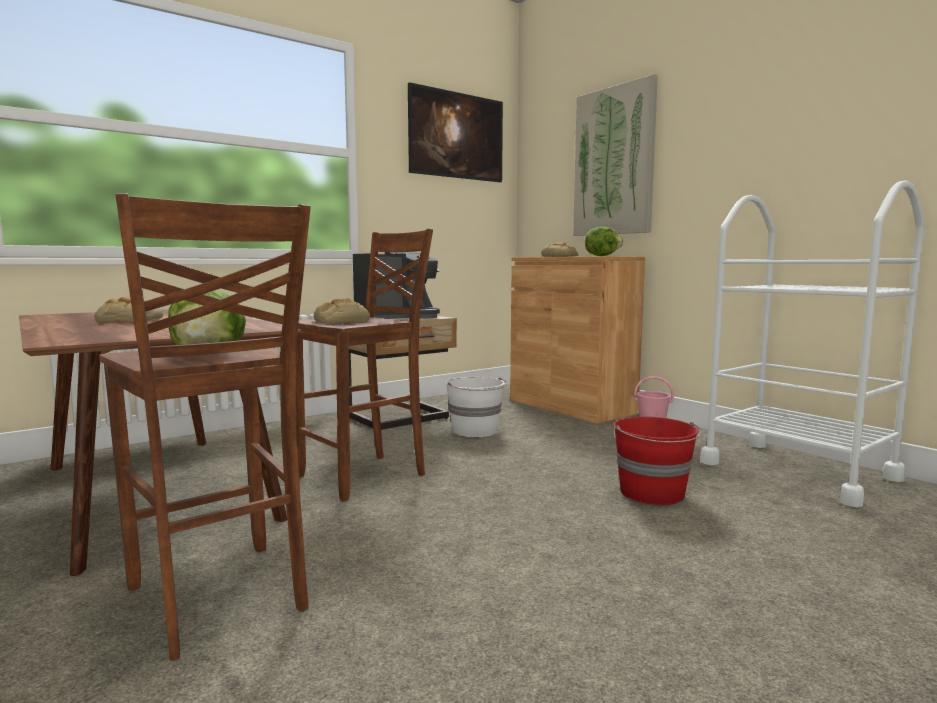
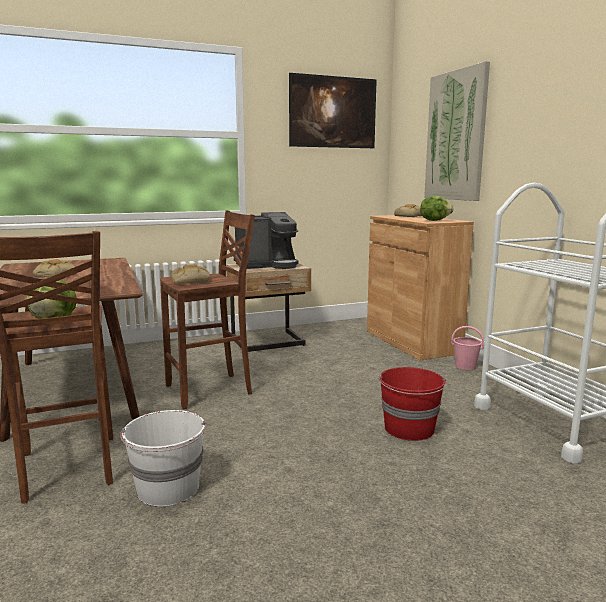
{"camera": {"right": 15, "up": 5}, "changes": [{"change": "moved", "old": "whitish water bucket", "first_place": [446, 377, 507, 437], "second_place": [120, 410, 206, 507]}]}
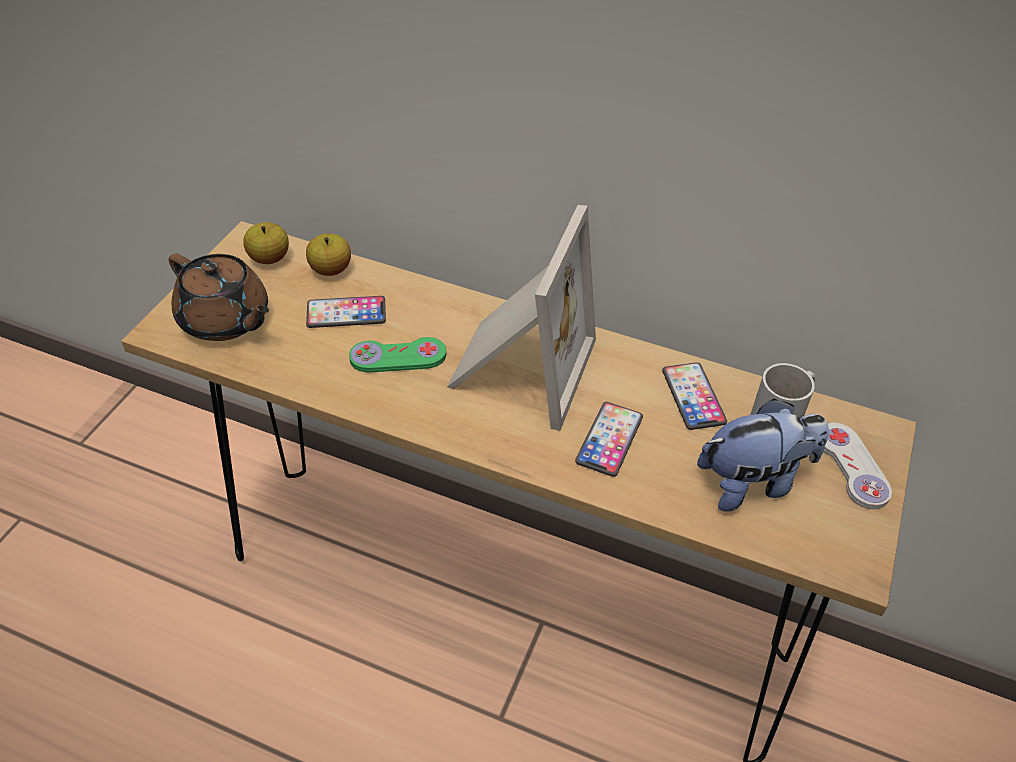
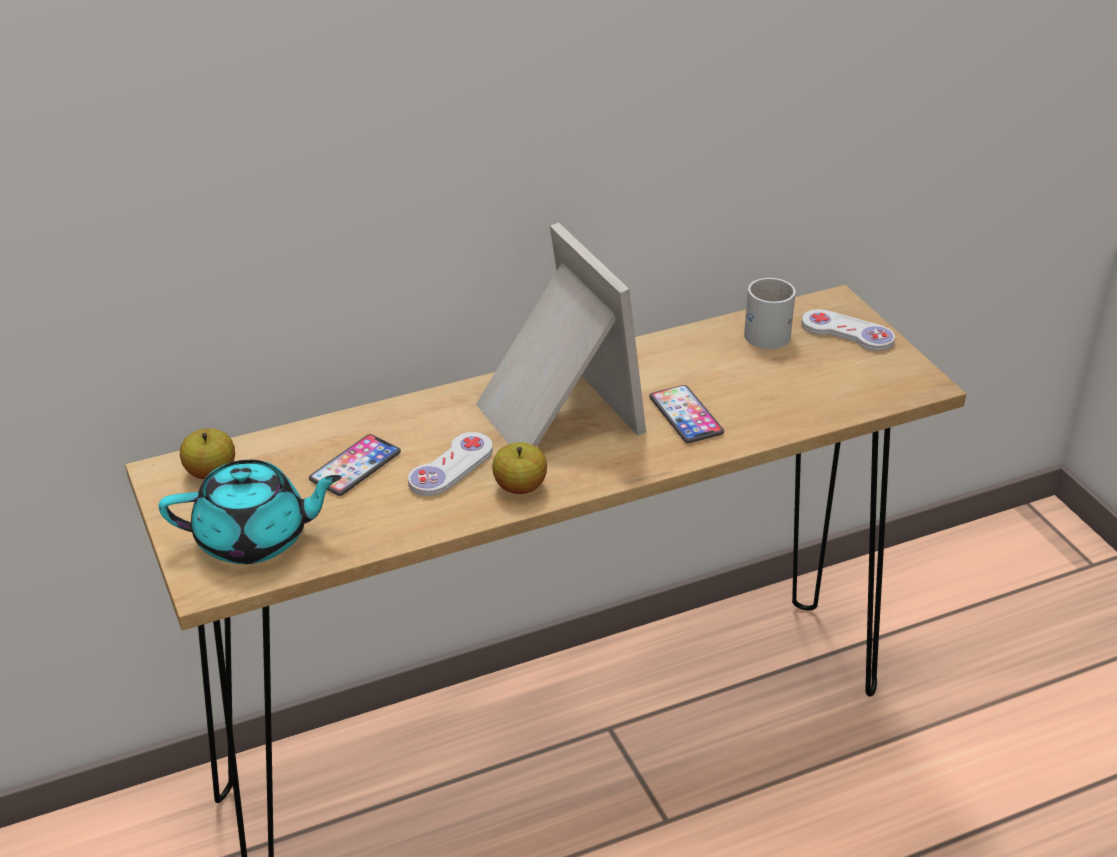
{"camera": {"right": -45, "up": -10}, "changes": [{"change": "recoloured", "old": "brownish teapot", "new": "turquoise teapot", "first_place": [168, 254, 269, 341], "second_place": [158, 460, 342, 564]}, {"change": "recoloured", "old": "green game controller", "new": "whitish game controller", "first_place": [349, 337, 446, 373], "second_place": [408, 432, 493, 496]}, {"change": "moved", "old": "apple fruit", "first_place": [306, 233, 351, 276], "second_place": [492, 442, 547, 494]}, {"change": "removed", "old": "handset", "first_place": [662, 362, 727, 430]}, {"change": "removed", "old": "plush toy", "first_place": [697, 398, 829, 512]}]}
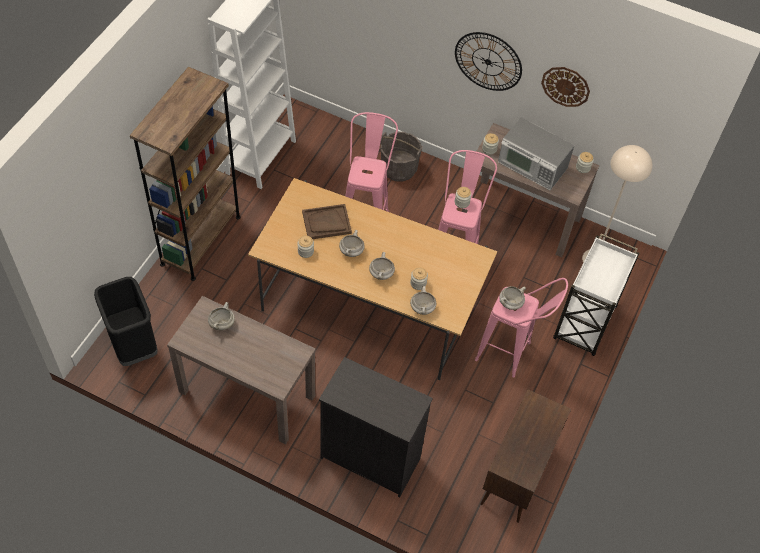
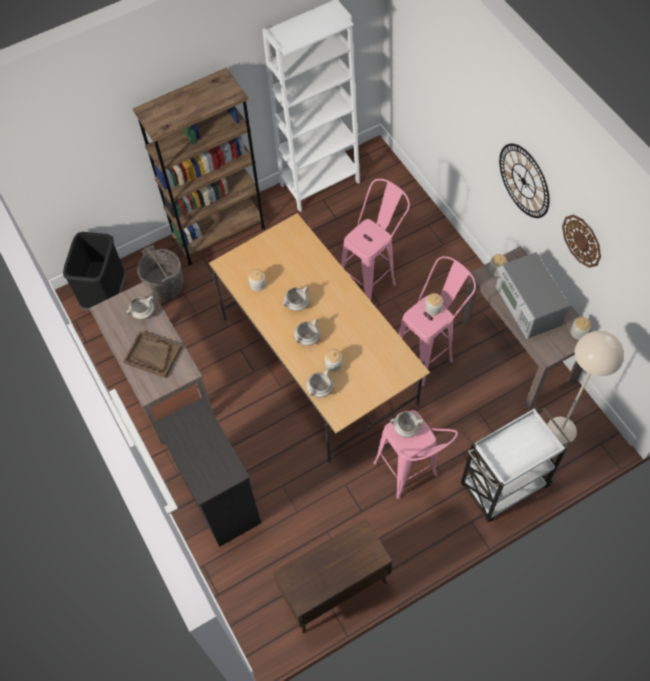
{"camera": {"right": 40, "up": 5}, "changes": [{"change": "moved", "old": "brownish serving tray", "first_place": [302, 204, 352, 239], "second_place": [123, 331, 182, 378]}, {"change": "moved", "old": "gray water bucket", "first_place": [380, 132, 423, 182], "second_place": [137, 245, 184, 301]}]}
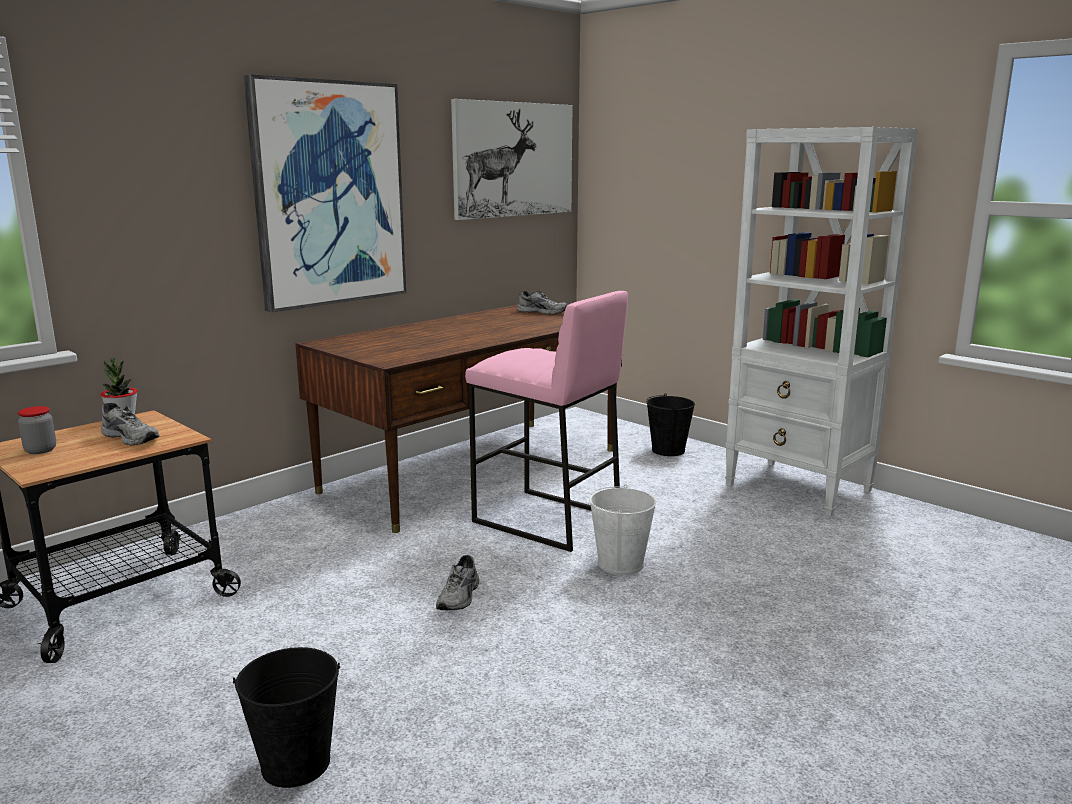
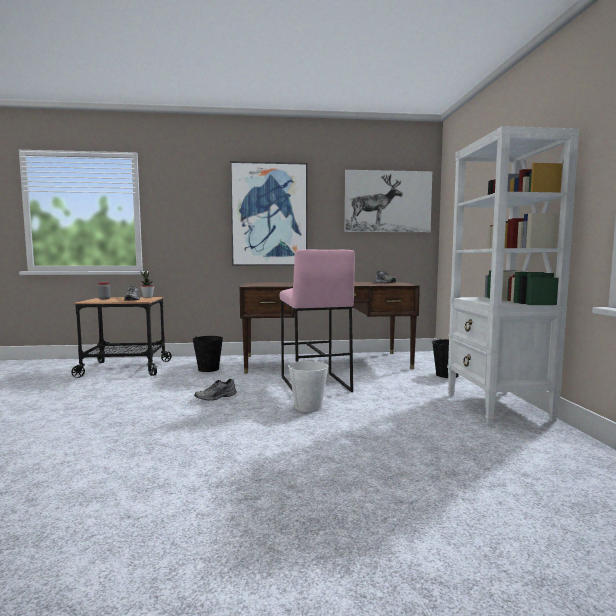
{"camera": {"right": 40, "up": -10}, "changes": [{"change": "moved", "old": "black-coloured water bucket", "first_place": [233, 647, 340, 788], "second_place": [192, 336, 223, 372]}]}
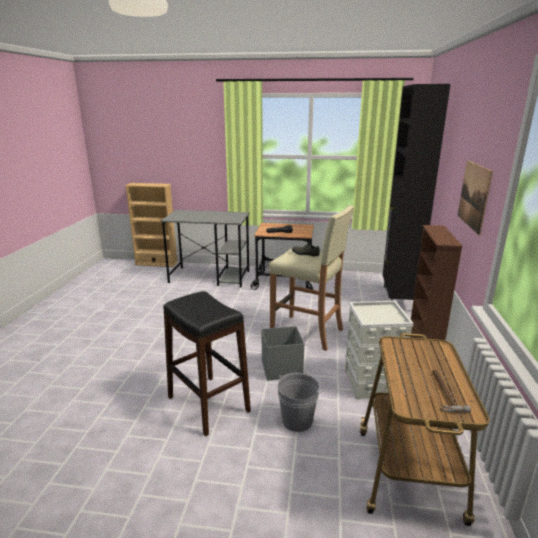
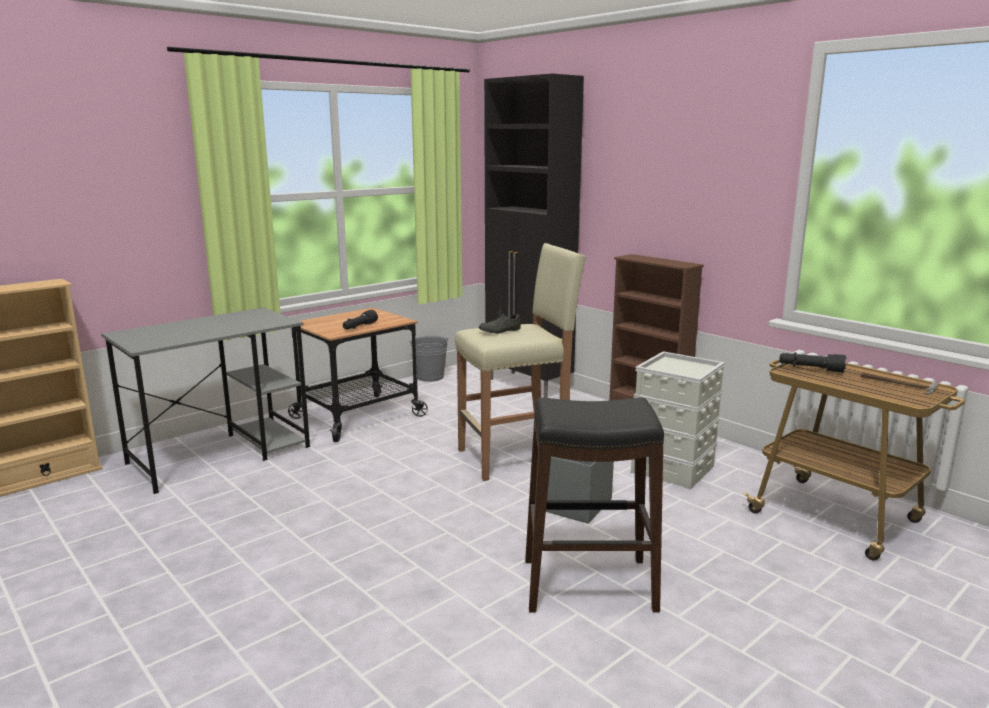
{"camera": {"right": -50, "up": -5}, "changes": [{"change": "moved", "old": "gray water bucket", "first_place": [278, 373, 321, 432], "second_place": [408, 336, 448, 382]}, {"change": "added", "new": "black-coloured flashlight", "second_place": [779, 352, 846, 373]}, {"change": "removed", "old": "wall picture", "first_place": [458, 160, 493, 235]}]}
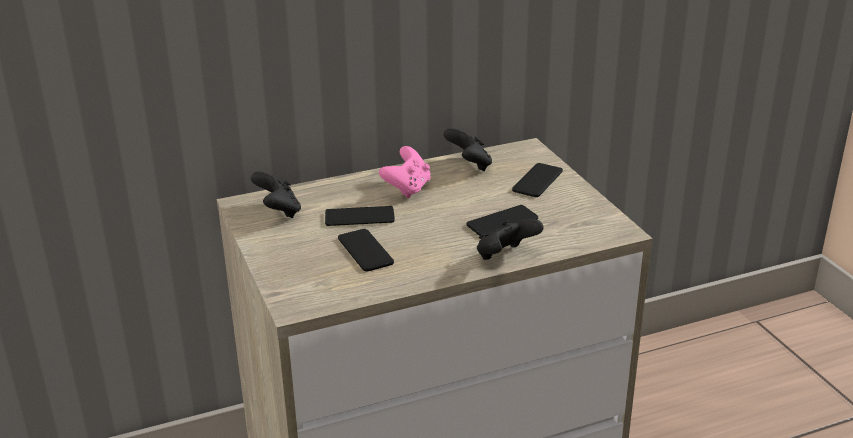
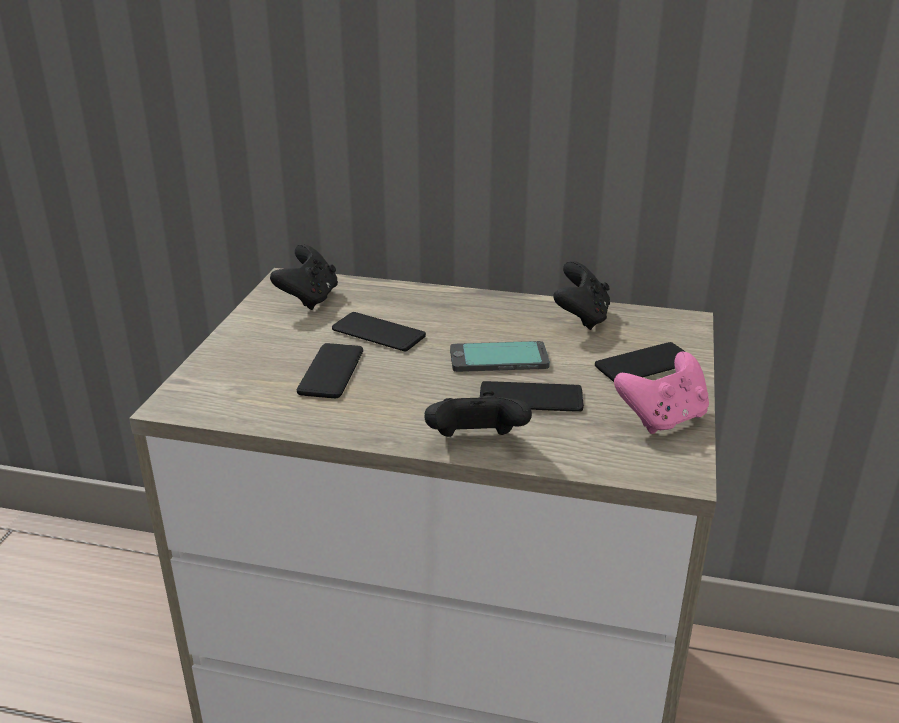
{"camera": {"right": 35, "up": 0}, "changes": [{"change": "added", "new": "handset", "second_place": [450, 341, 550, 372]}, {"change": "moved", "old": "pink game controller", "first_place": [379, 146, 431, 198], "second_place": [614, 352, 709, 434]}]}
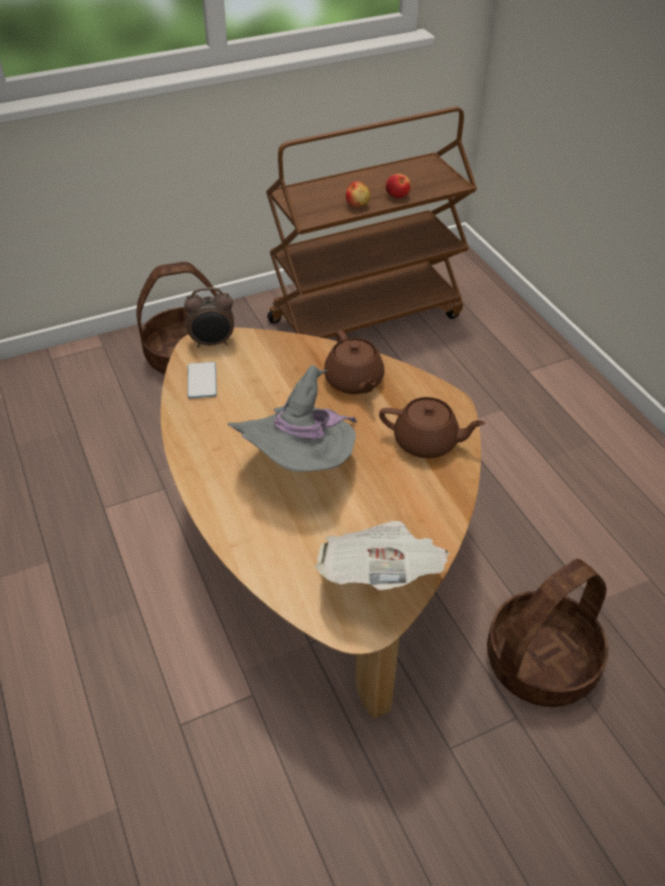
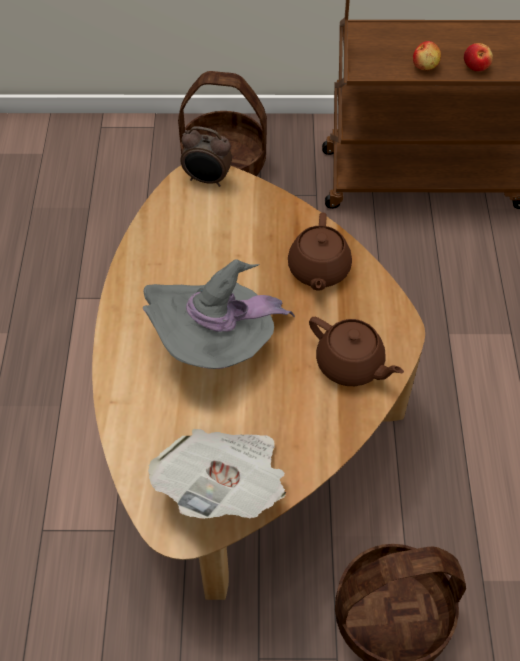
{"camera": {"right": 25, "up": 10}, "changes": [{"change": "removed", "old": "handset", "first_place": [187, 362, 217, 398]}]}
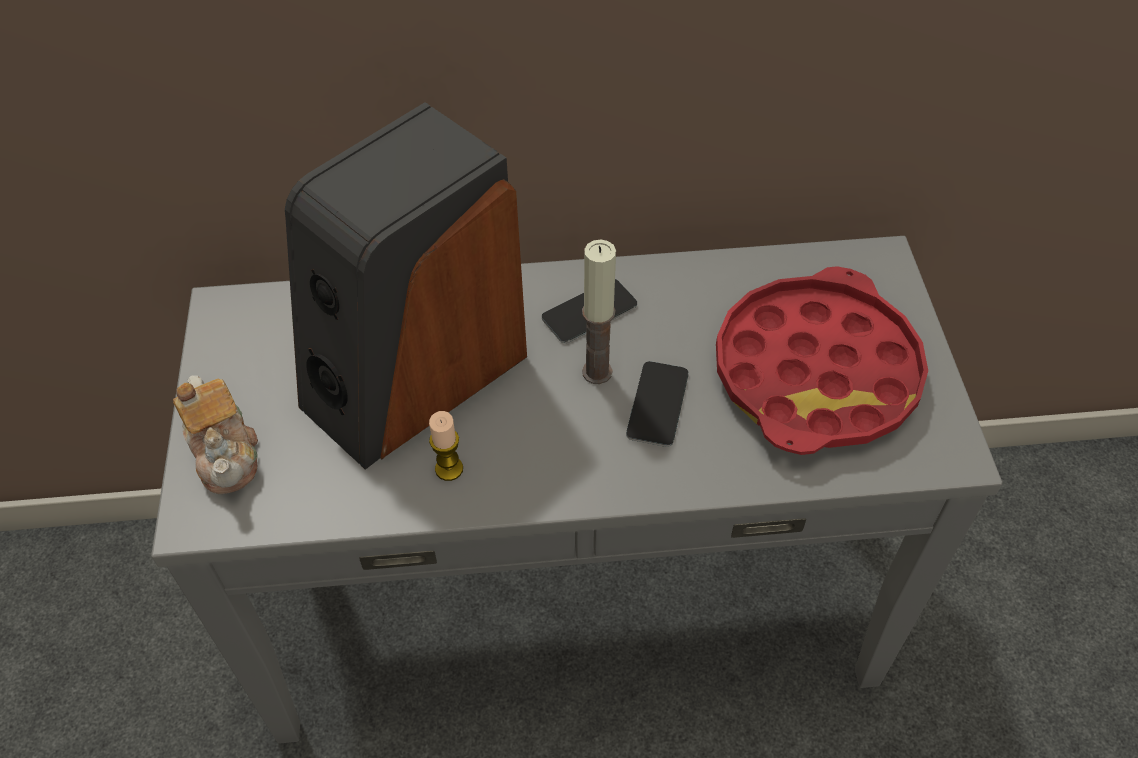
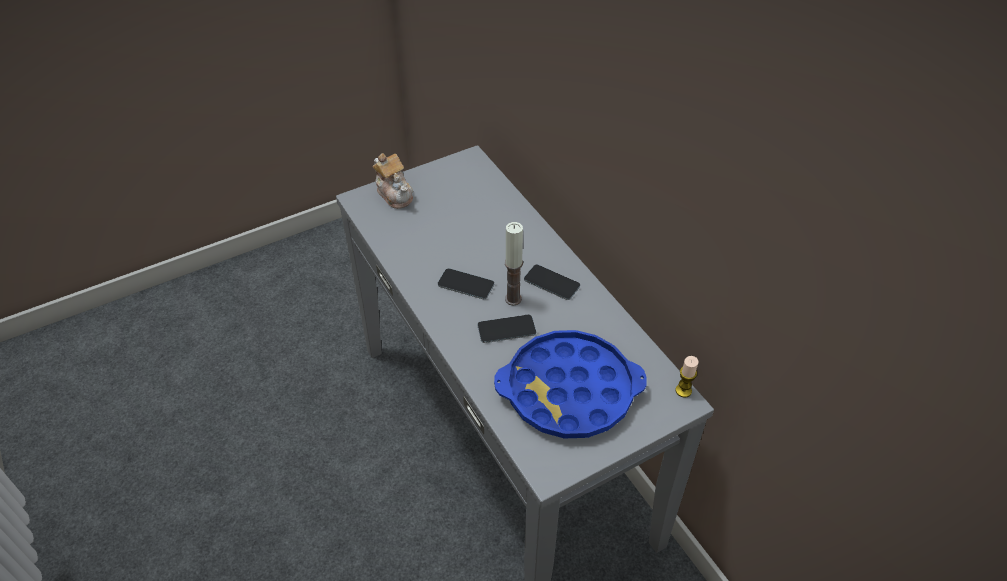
{"camera": {"right": 65, "up": -5}, "changes": [{"change": "turned", "old": "teapot", "first_place": [173, 375, 258, 494], "second_place": [372, 153, 413, 209], "degrees": -75}, {"change": "added", "new": "handset", "second_place": [438, 268, 494, 299]}, {"change": "recoloured", "old": "red-coloured serving tray", "new": "blue serving tray", "first_place": [716, 266, 928, 455], "second_place": [494, 330, 647, 439]}, {"change": "moved", "old": "candle", "first_place": [429, 411, 463, 481], "second_place": [675, 356, 698, 397]}, {"change": "removed", "old": "audio speaker", "first_place": [285, 102, 527, 470]}]}
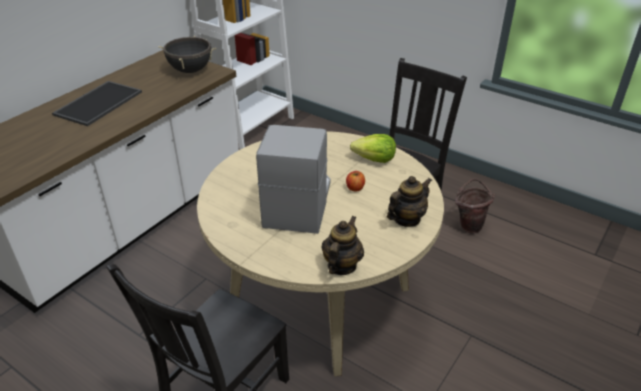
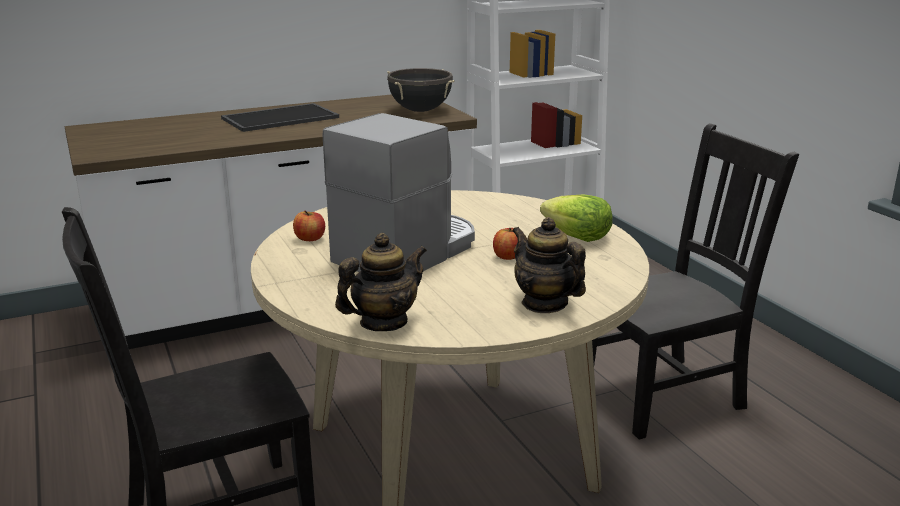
{"camera": {"right": 30, "up": -15}, "changes": [{"change": "added", "new": "apple fruit", "second_place": [293, 211, 325, 241]}, {"change": "turned", "old": "teapot", "first_place": [387, 176, 432, 227], "second_place": [512, 217, 586, 313], "degrees": -120}, {"change": "removed", "old": "brownish water bucket", "first_place": [455, 178, 495, 234]}]}
